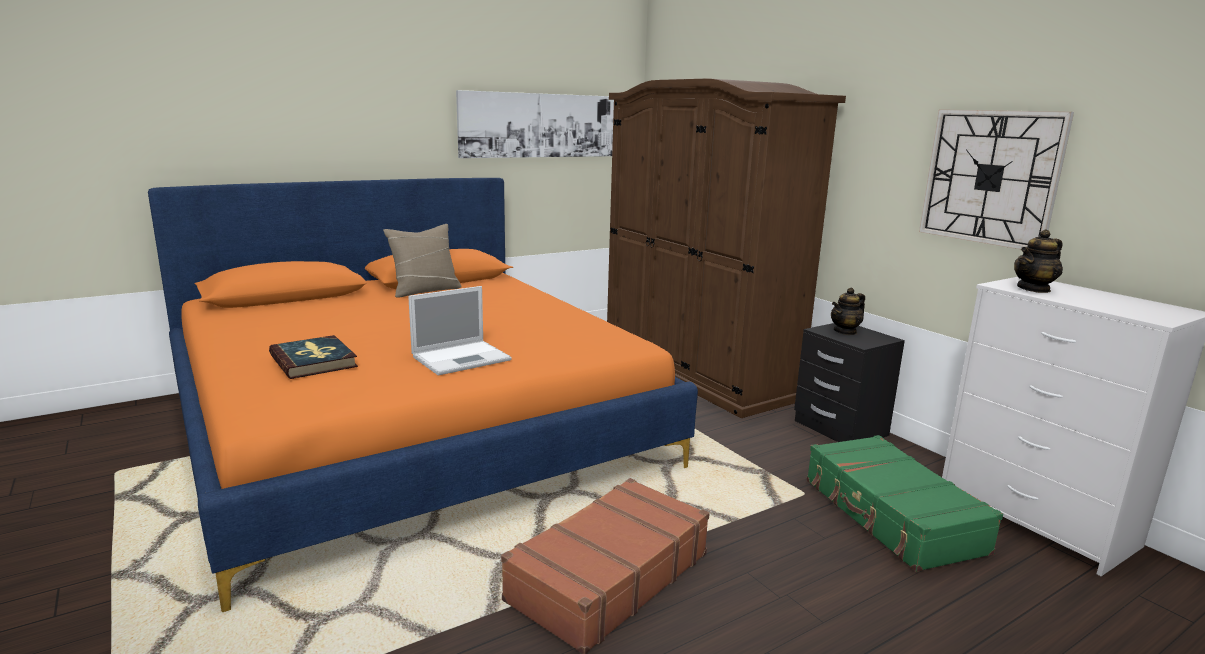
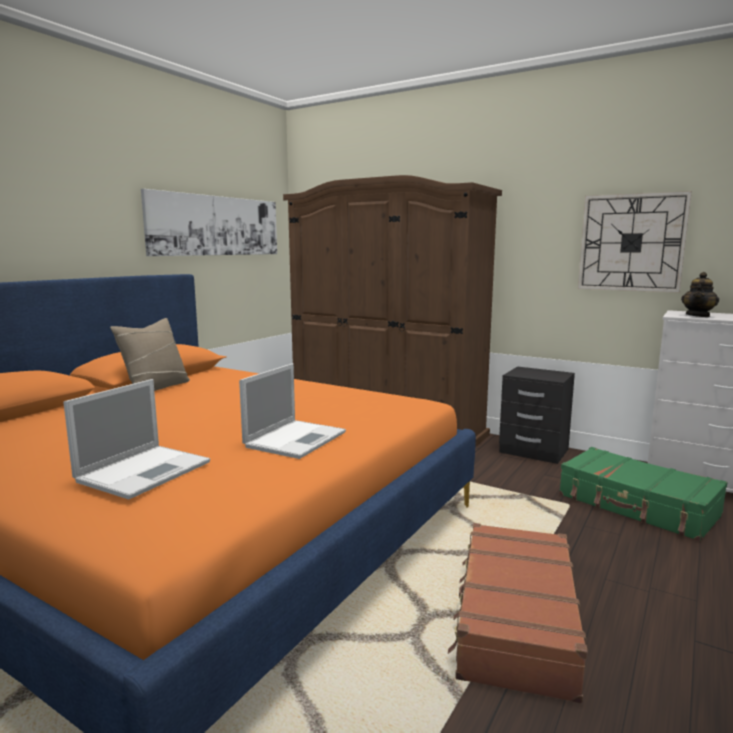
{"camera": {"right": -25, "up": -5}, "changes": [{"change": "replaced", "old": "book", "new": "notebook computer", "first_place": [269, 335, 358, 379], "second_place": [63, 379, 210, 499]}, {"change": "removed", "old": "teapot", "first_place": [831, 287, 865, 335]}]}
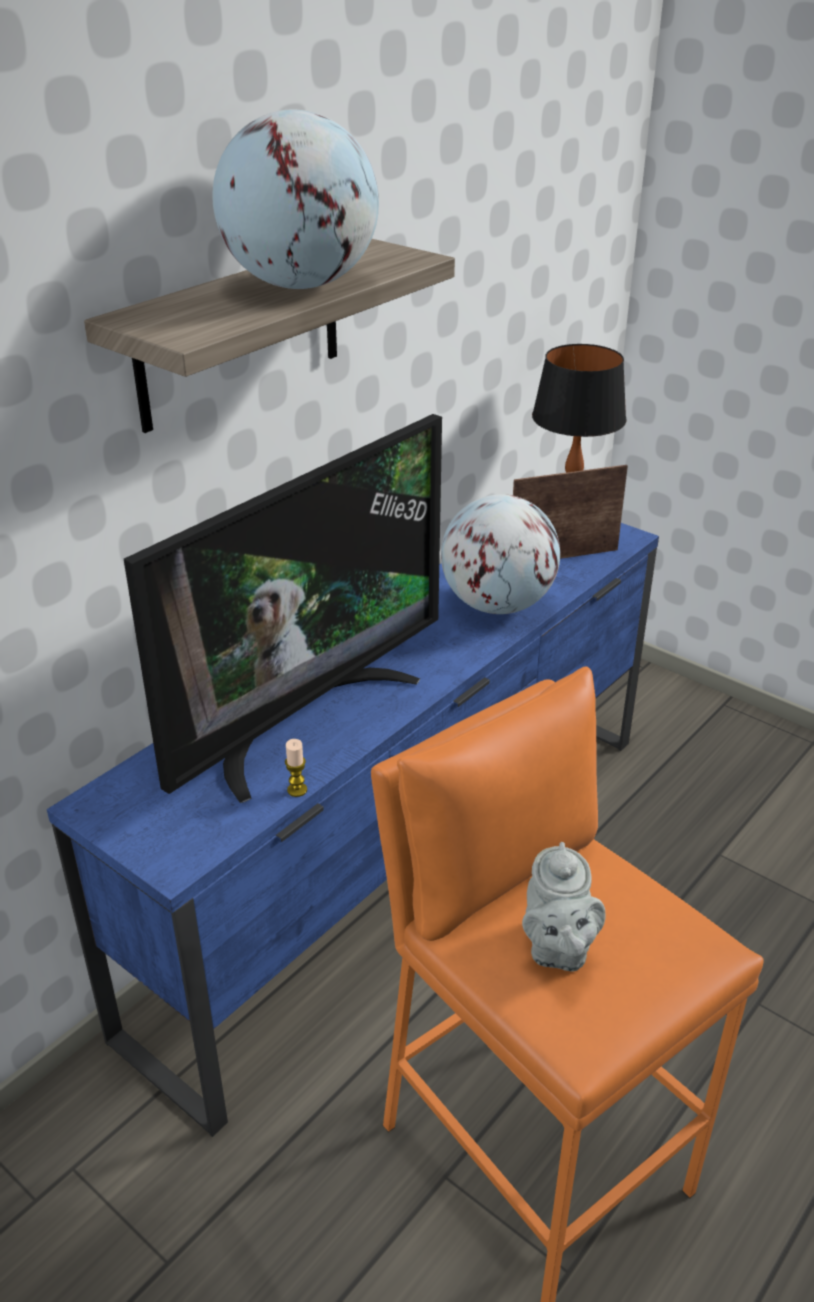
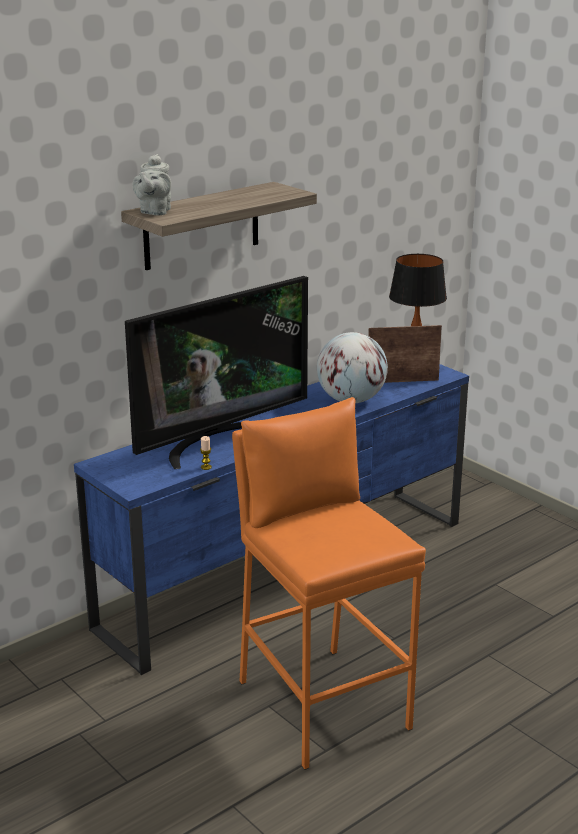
{"camera": {"right": 10, "up": -10}, "changes": [{"change": "moved", "old": "gray teapot", "first_place": [522, 842, 606, 972], "second_place": [132, 154, 171, 216]}, {"change": "removed", "old": "world globe", "first_place": [213, 110, 379, 289]}]}
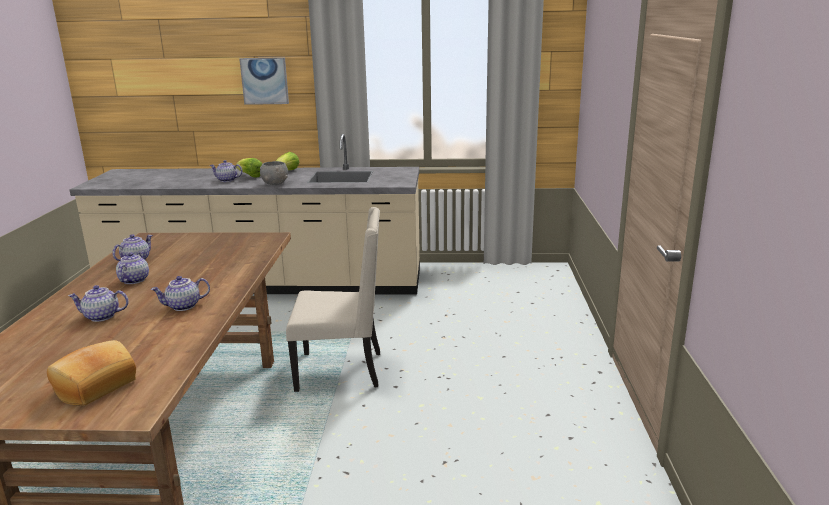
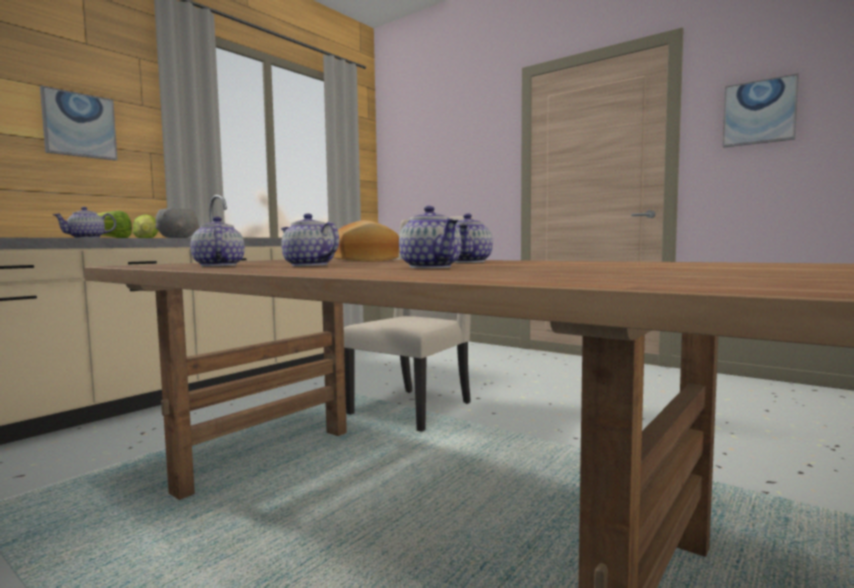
{"camera": {"right": -55, "up": -15}, "changes": [{"change": "moved", "old": "bakery bread", "first_place": [47, 340, 136, 406], "second_place": [333, 220, 400, 262]}, {"change": "turned", "old": "teapot", "first_place": [68, 285, 129, 322], "second_place": [399, 206, 461, 268], "degrees": -60}, {"change": "added", "new": "wall picture", "second_place": [722, 73, 799, 148]}]}
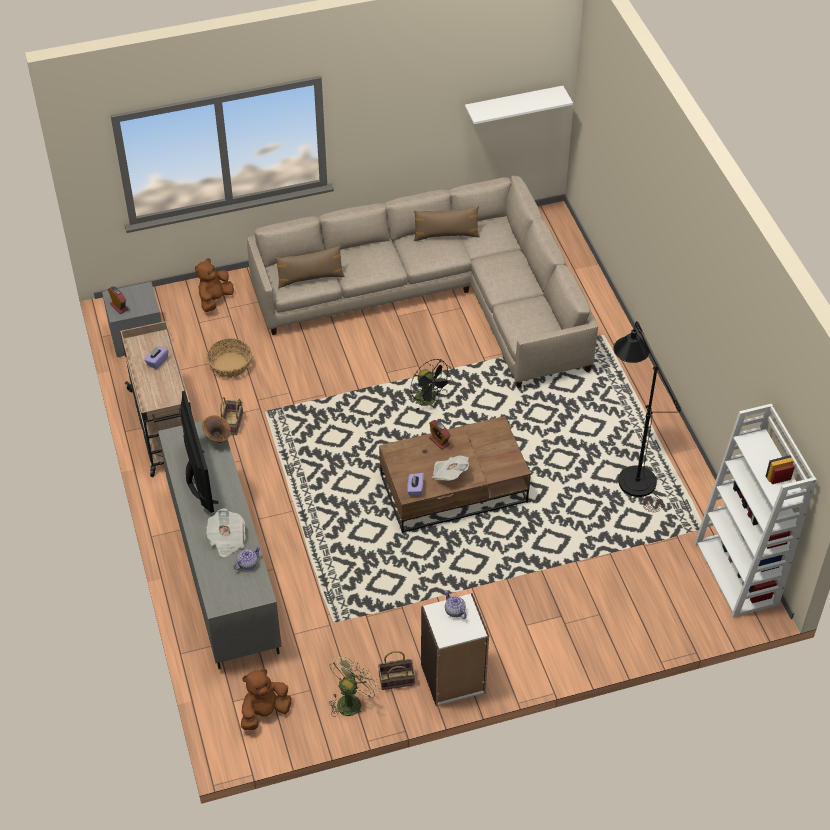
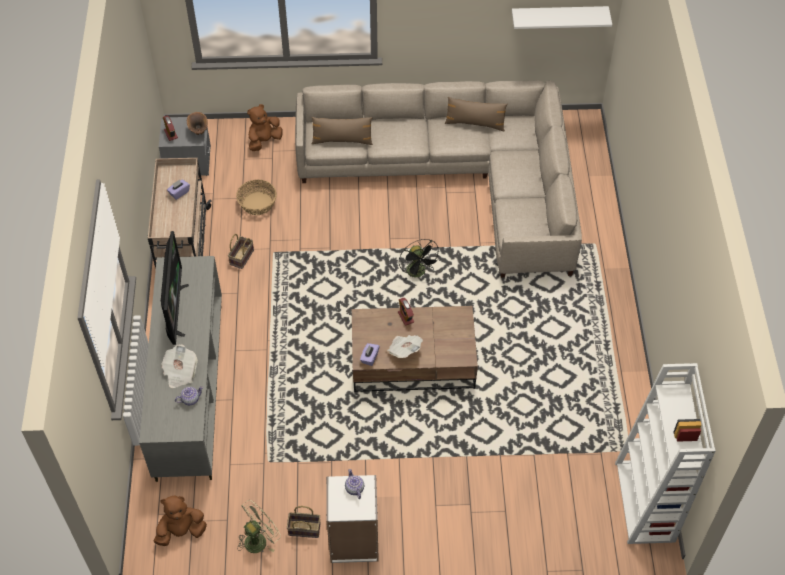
{"camera": {"right": 15, "up": 5}, "changes": [{"change": "moved", "old": "brownish flower vase", "first_place": [202, 415, 231, 443], "second_place": [187, 112, 208, 135]}, {"change": "removed", "old": "black-coloured standard lamp", "first_place": [613, 321, 681, 512]}]}
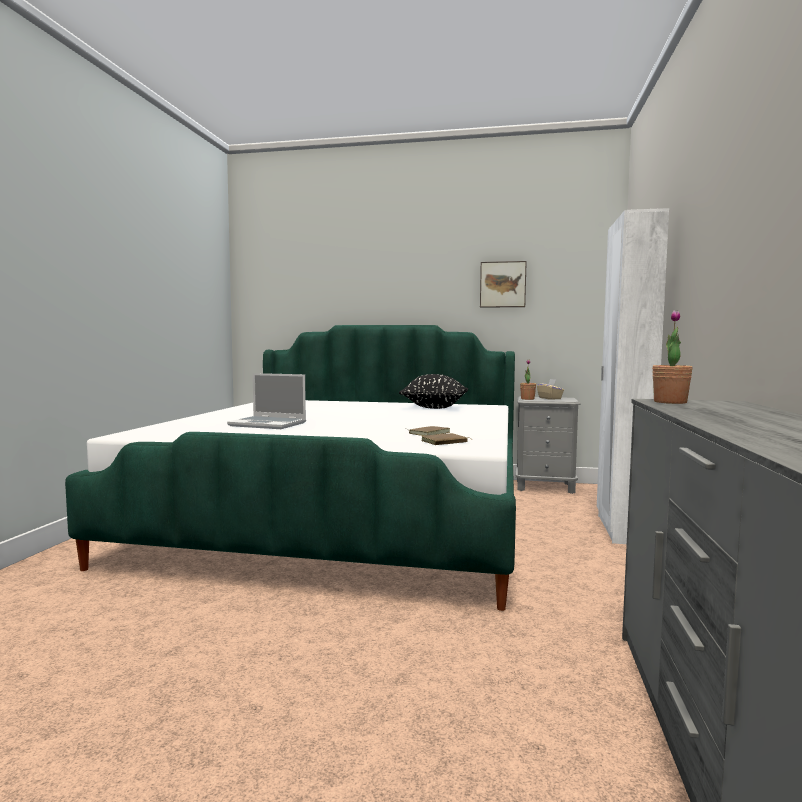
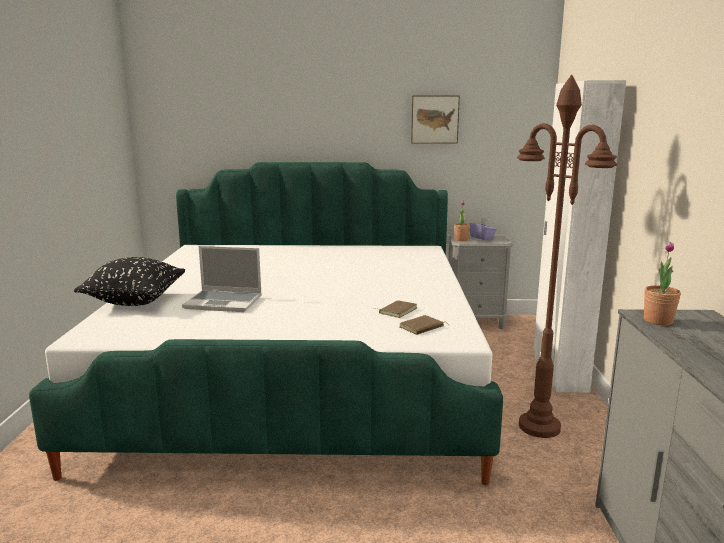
{"camera": {"right": -10, "up": 10}, "changes": [{"change": "moved", "old": "black-coloured cushion", "first_place": [399, 374, 468, 409], "second_place": [74, 257, 185, 306]}, {"change": "recoloured", "old": "sand-coloured box of tissues", "new": "purplish box of tissues", "first_place": [537, 379, 564, 400], "second_place": [469, 218, 496, 240]}, {"change": "added", "new": "brownish standard lamp", "second_place": [517, 75, 617, 438]}]}
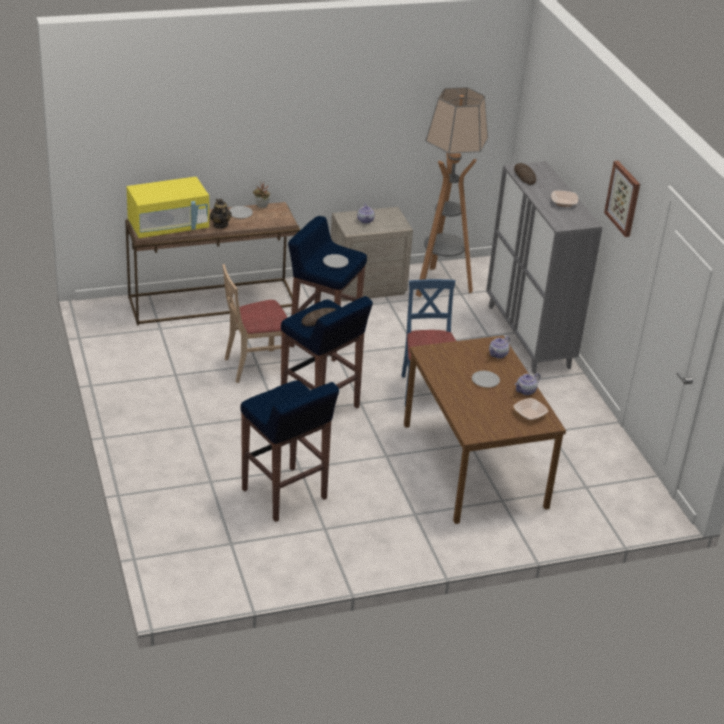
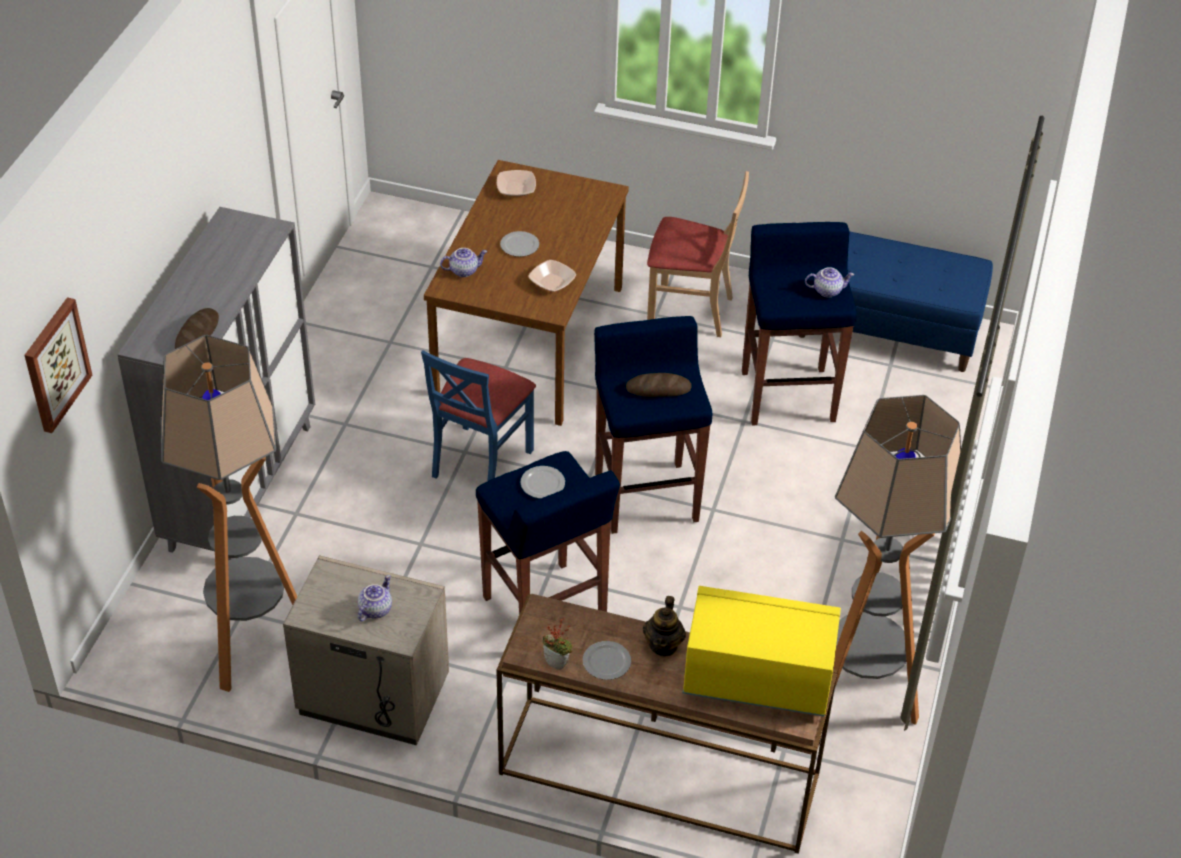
{"camera": {"right": -145, "up": 10}, "changes": [{"change": "moved", "old": "wall picture", "first_place": [604, 161, 640, 237], "second_place": [24, 297, 92, 433]}, {"change": "moved", "old": "serving bowl", "first_place": [551, 191, 578, 207], "second_place": [528, 260, 576, 292]}, {"change": "moved", "old": "sand-coloured chair", "first_place": [222, 264, 287, 383], "second_place": [647, 171, 749, 337]}, {"change": "added", "new": "blue indoor bench", "second_place": [798, 232, 993, 372]}, {"change": "moved", "old": "teapot", "first_place": [515, 373, 540, 395], "second_place": [805, 267, 854, 298]}, {"change": "added", "new": "standard lamp", "second_place": [833, 395, 961, 725]}]}
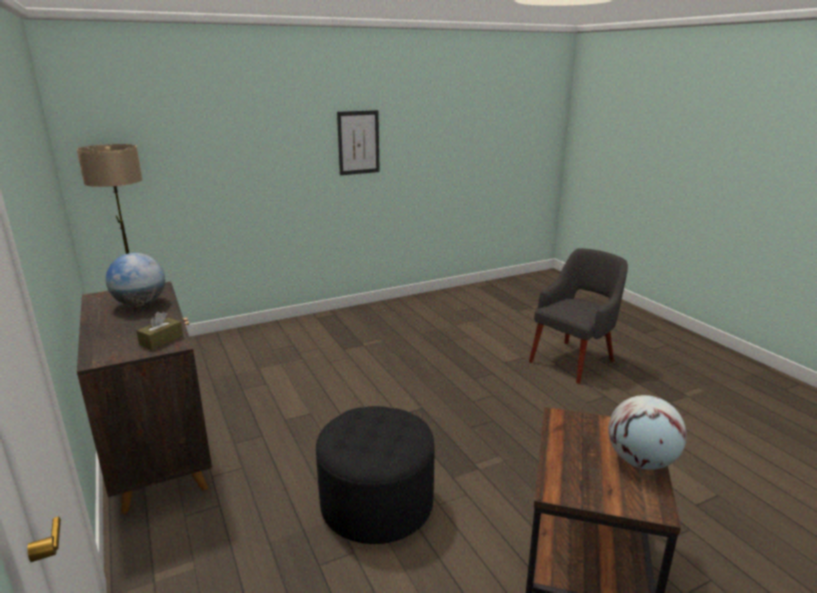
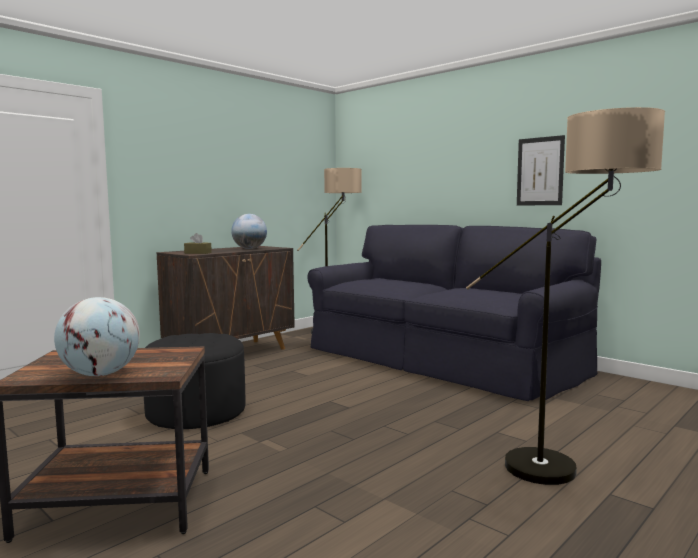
{"camera": {"right": 70, "up": -15}, "changes": [{"change": "added", "new": "black-coloured couch", "second_place": [307, 225, 601, 401]}, {"change": "replaced", "old": "gray lounge chair", "new": "standard lamp", "first_place": [529, 248, 628, 384], "second_place": [466, 107, 665, 485]}]}
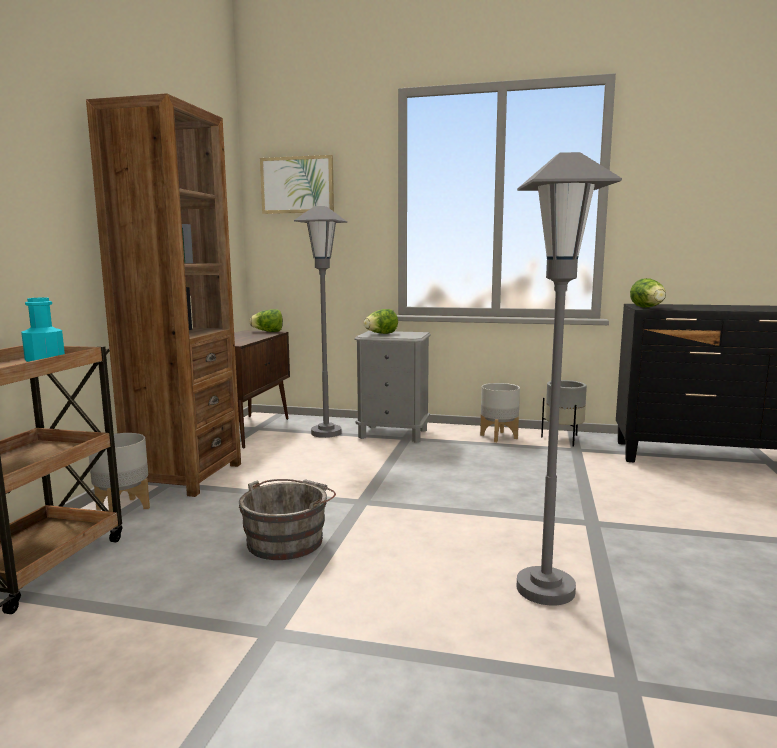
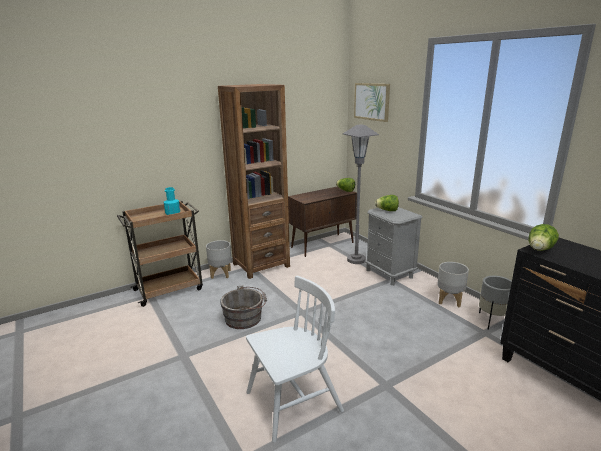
{"camera": {"right": 45, "up": 10}, "changes": [{"change": "replaced", "old": "gray standard lamp", "new": "whitish chair", "first_place": [517, 152, 622, 606], "second_place": [246, 276, 344, 443]}]}
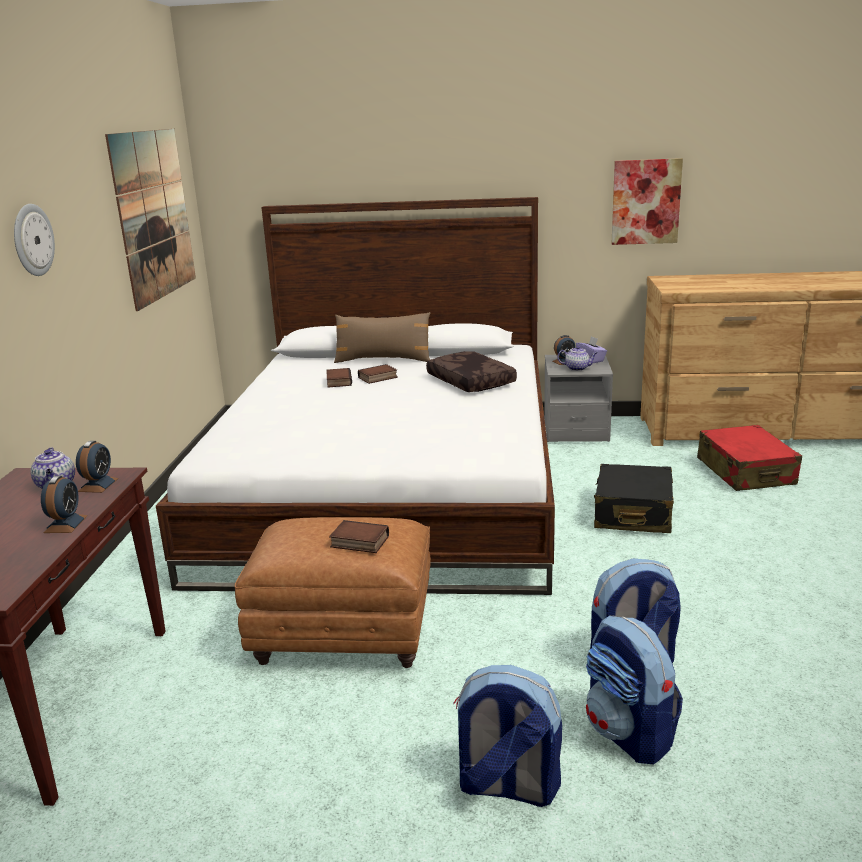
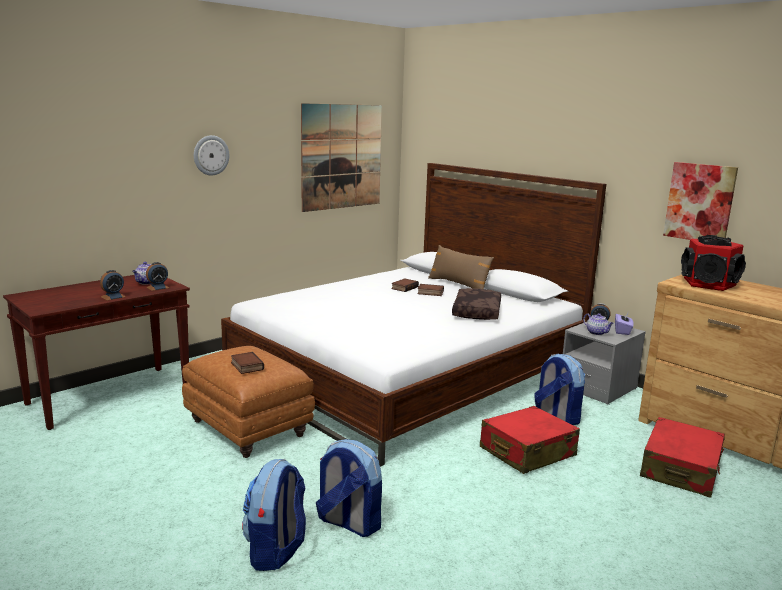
{"camera": {"right": 40, "up": -5}, "changes": [{"change": "recoloured", "old": "black-coloured suitcase", "new": "red-coloured suitcase", "first_place": [594, 464, 674, 533], "second_place": [480, 406, 580, 474]}, {"change": "moved", "old": "rucksack", "first_place": [453, 665, 562, 807], "second_place": [534, 353, 585, 425]}, {"change": "added", "new": "audio speaker", "second_place": [681, 235, 746, 291]}]}
